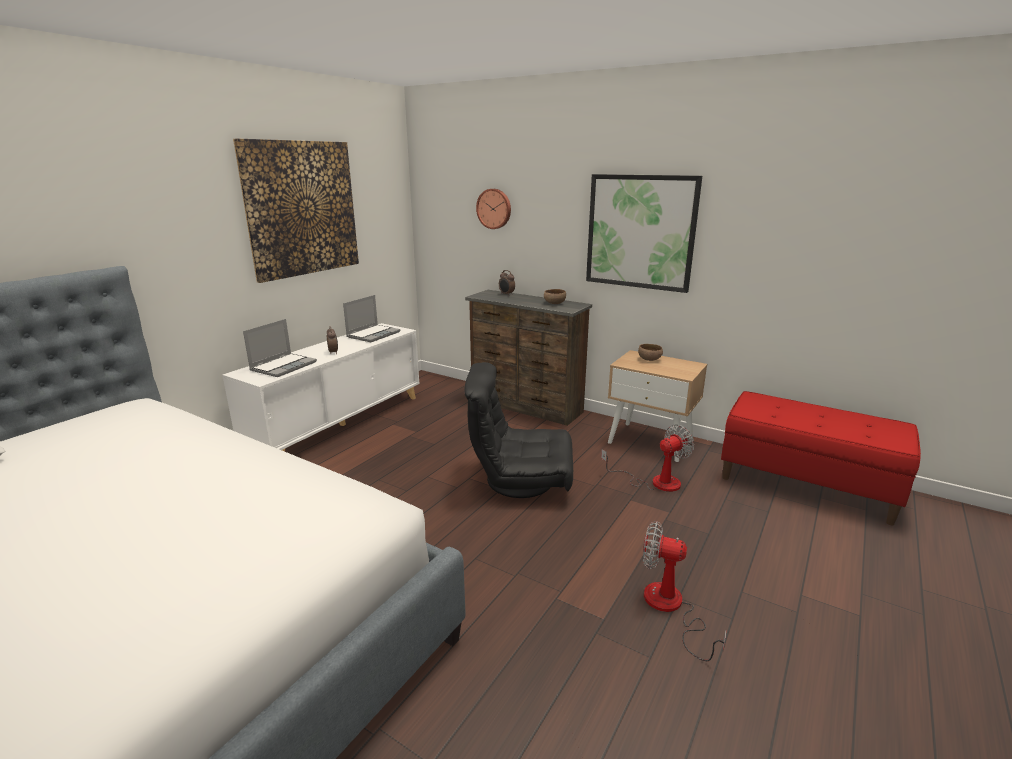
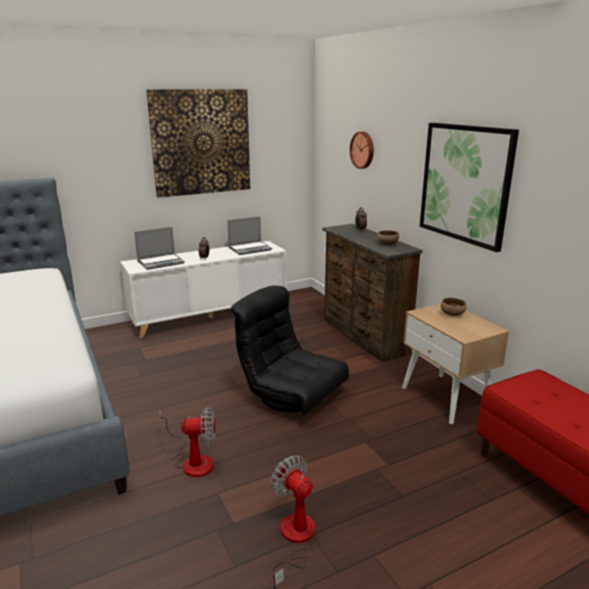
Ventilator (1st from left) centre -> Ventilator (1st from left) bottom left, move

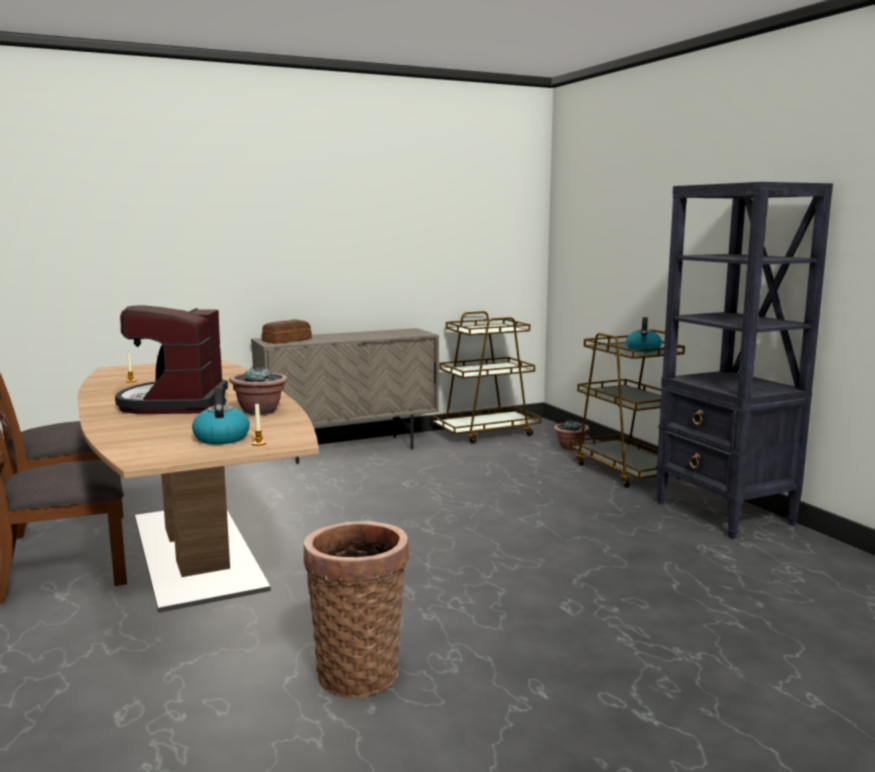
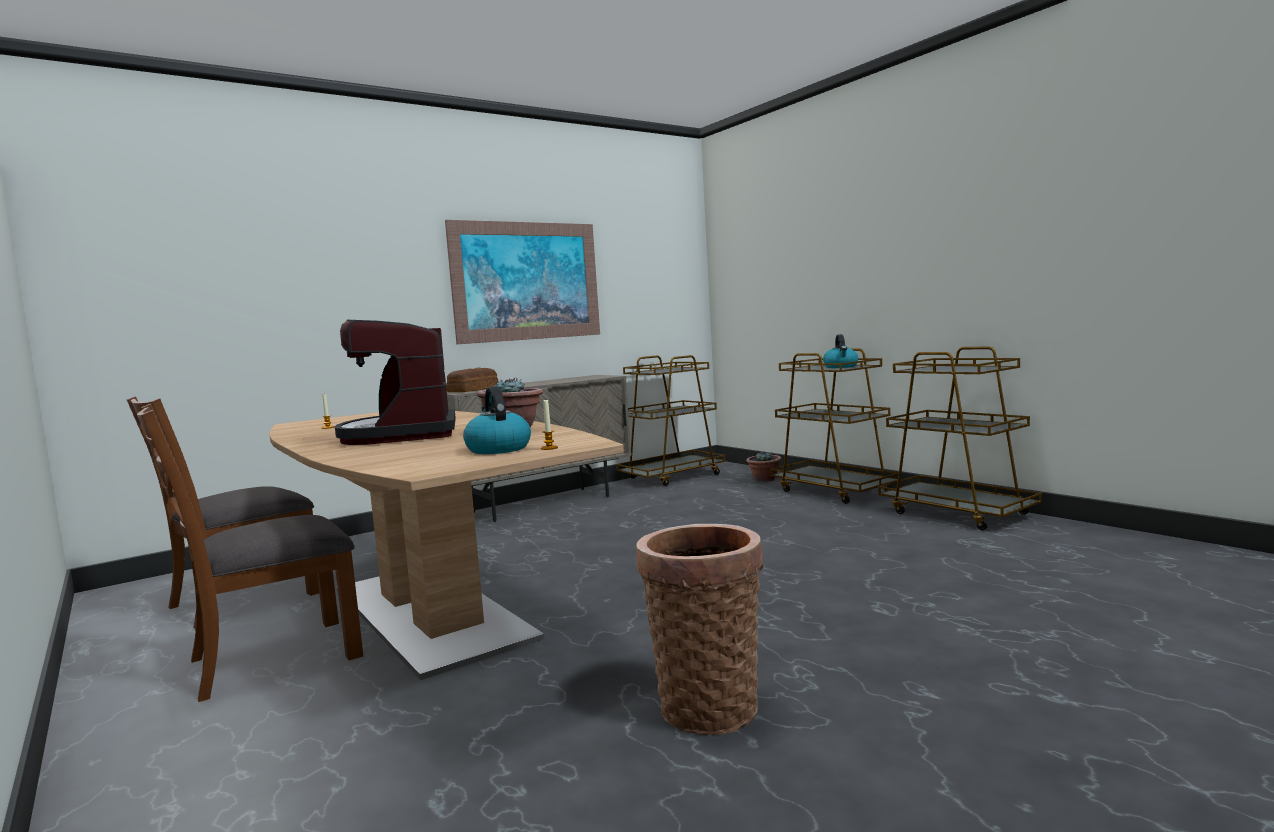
none -> Bild centre
Bücherregal/schwarz middle right -> Rollwagen/braun (3rd from left) middle right

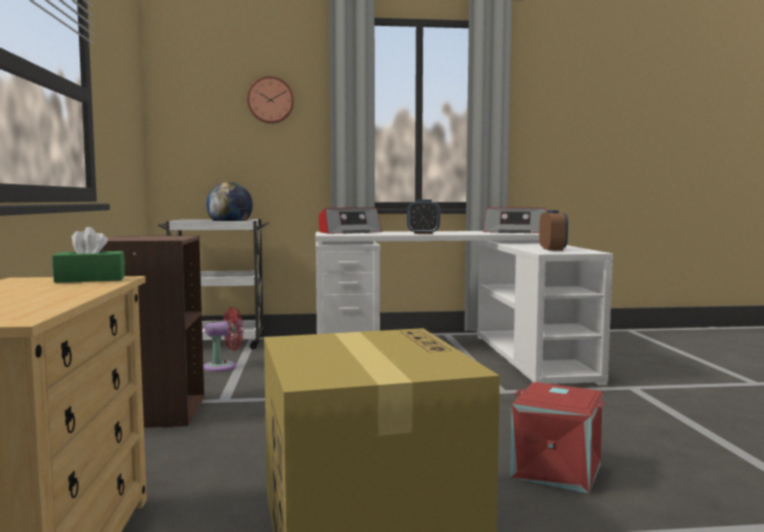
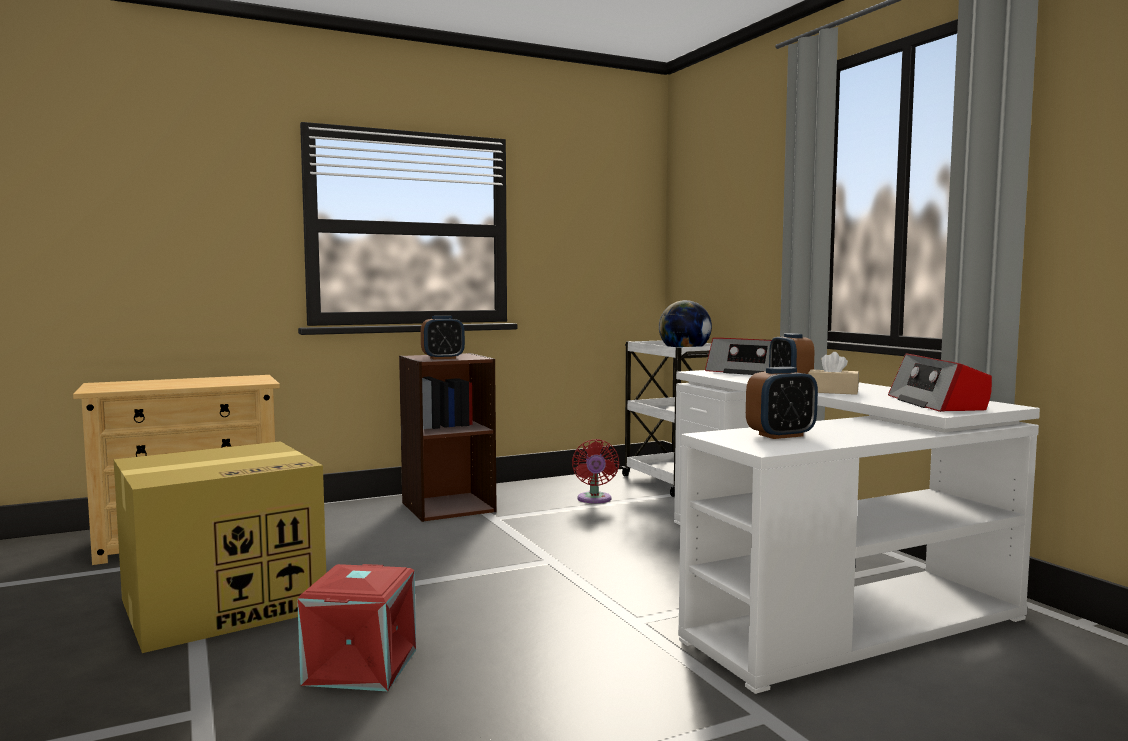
Taschentuchbox/grün middle left -> none
Wanduhr top centre -> none
none -> Wecker (1st from left) centre
none -> Taschentuchbox/beige middle right
Ventilator/rot middle left -> Ventilator/rot centre, 45 degrees clockwise

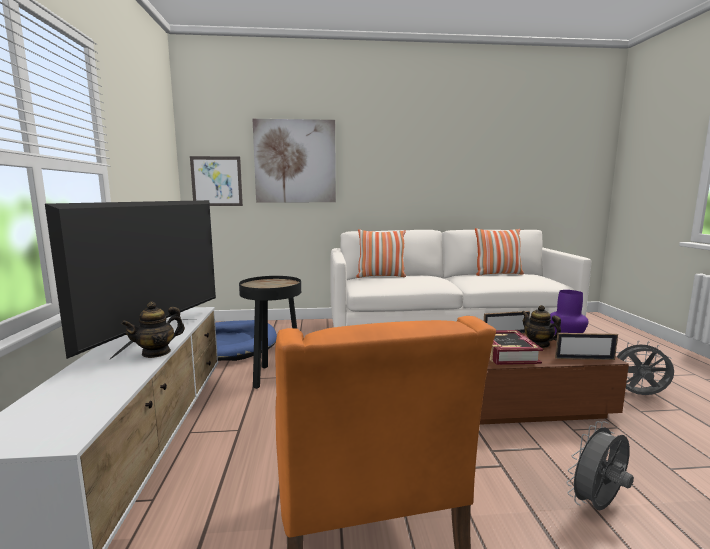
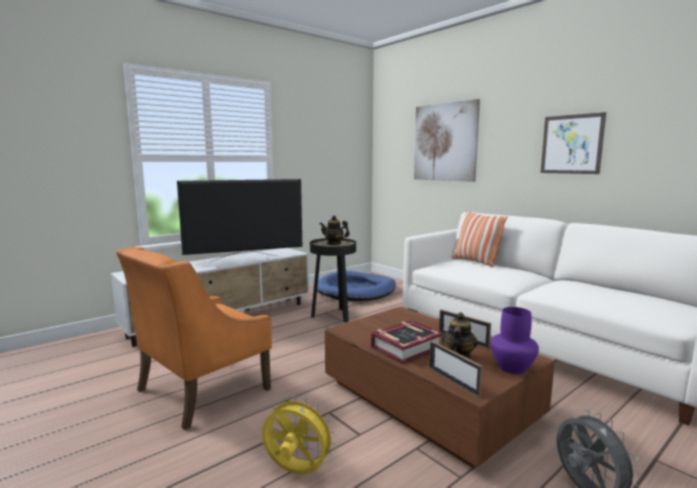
Kissen (2nd from left) middle right -> none
Teekanne (1st from left) middle left -> Teekanne (1st from left) centre, move
Bild (1st from left in the first image) top left -> Bild (2nd from left) top right, move
Ventilator/grau (1st from left) bottom right -> Ventilator/gelb bottom centre

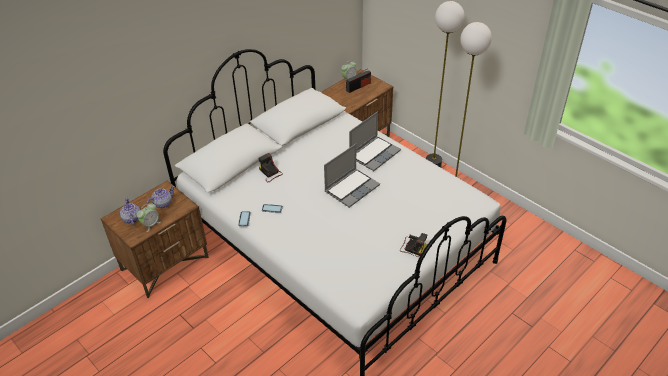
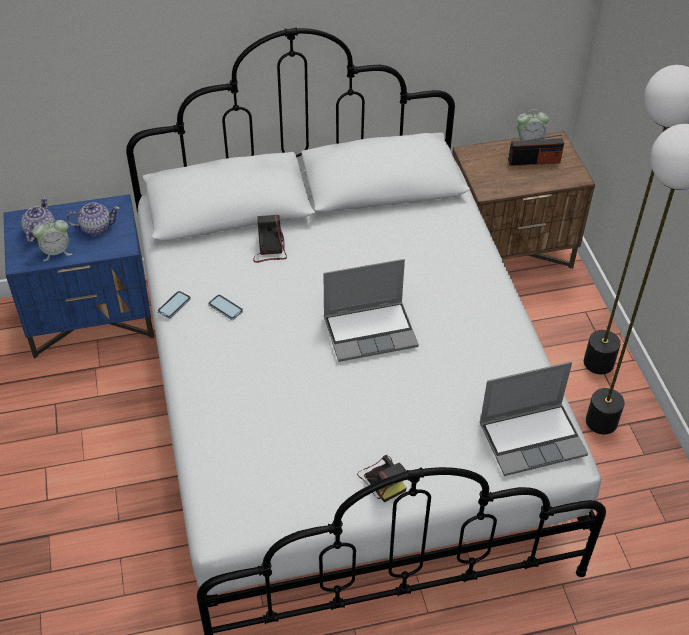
Laptop (2nd from left) centre -> Laptop (2nd from left) middle right, move
Nachttisch/braun (1st from left) middle left -> Nachttisch/blau middle left

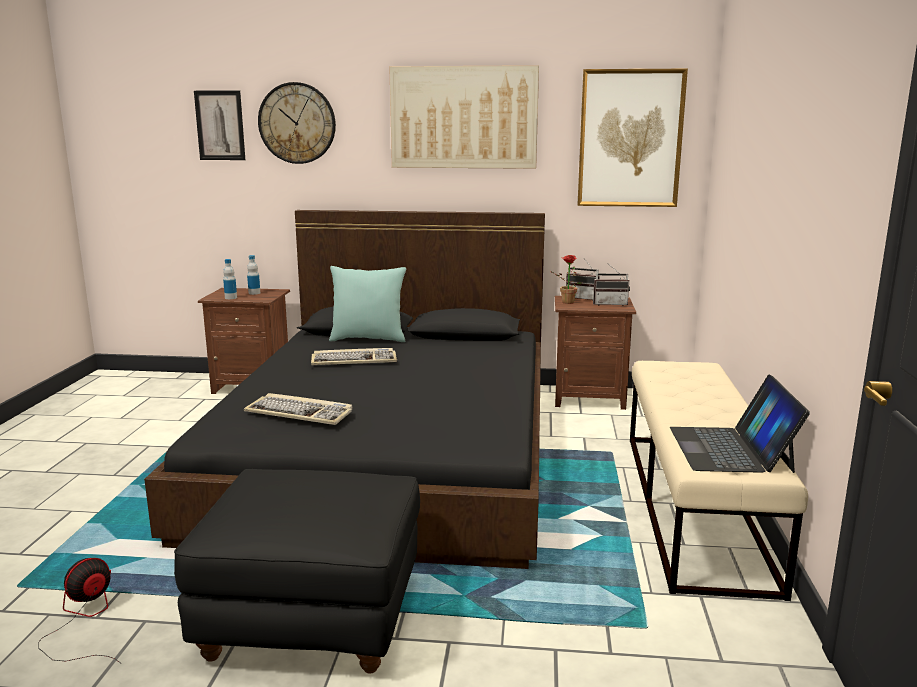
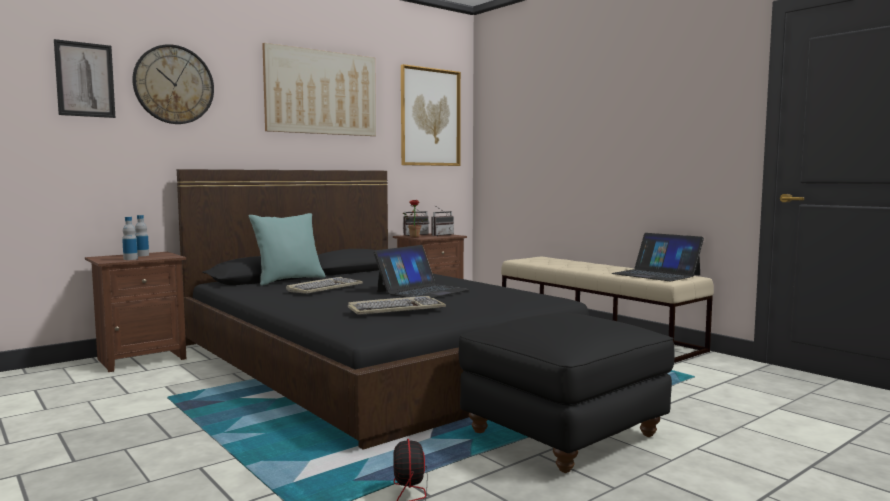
none -> Laptop (1st from left) centre

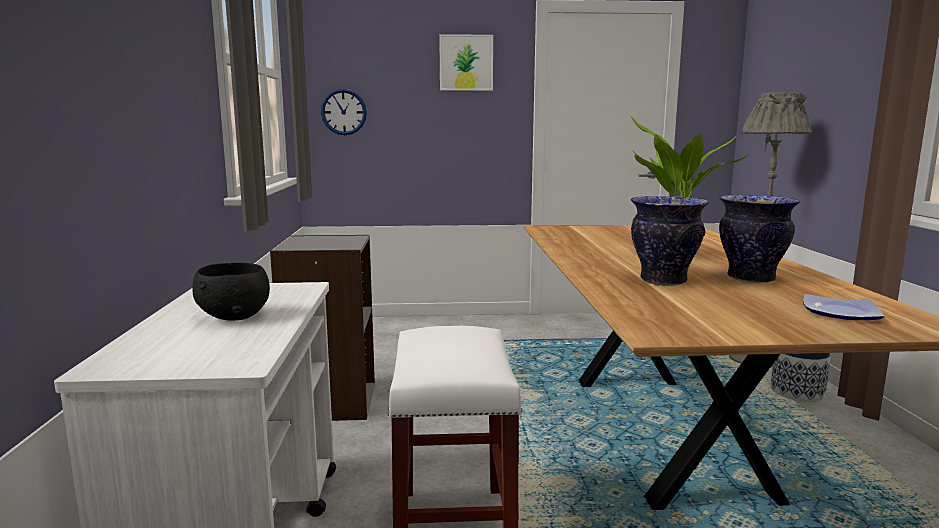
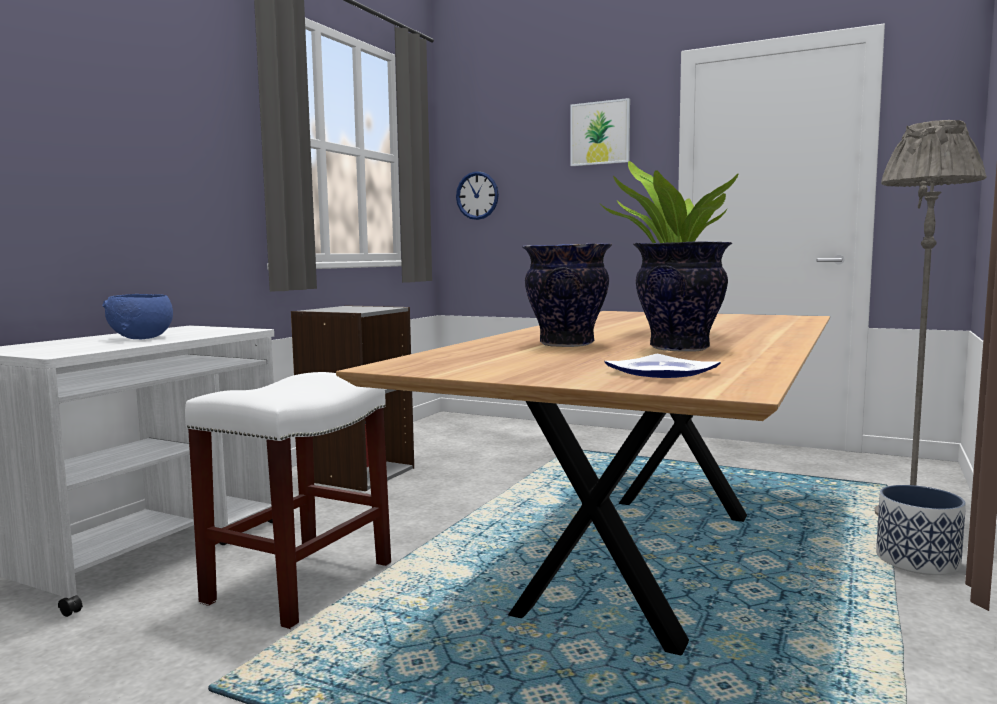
Schüssel/schwarz middle left -> Schüssel/blau middle left

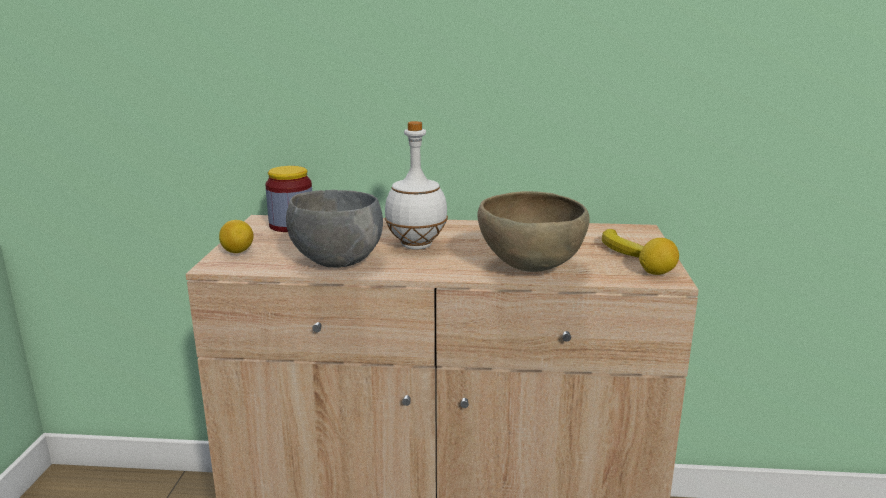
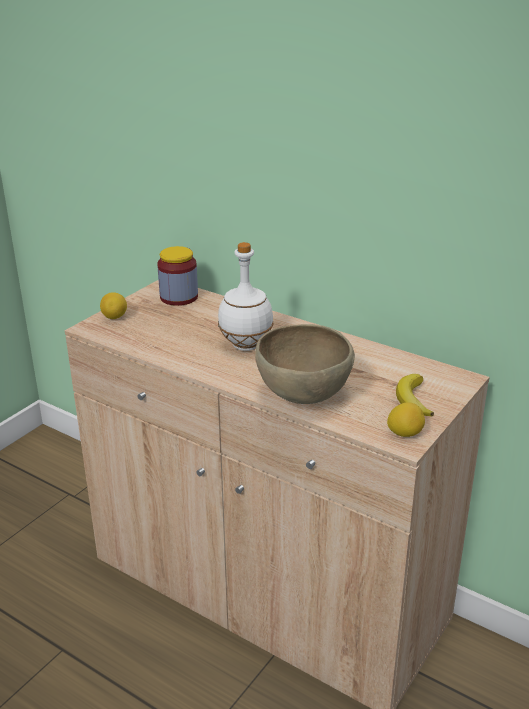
Schüssel/grau centre -> none

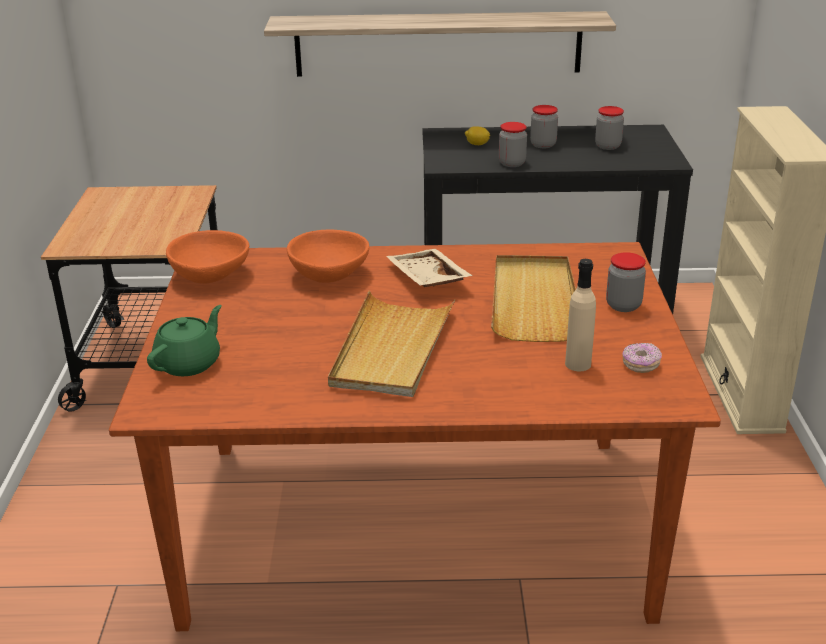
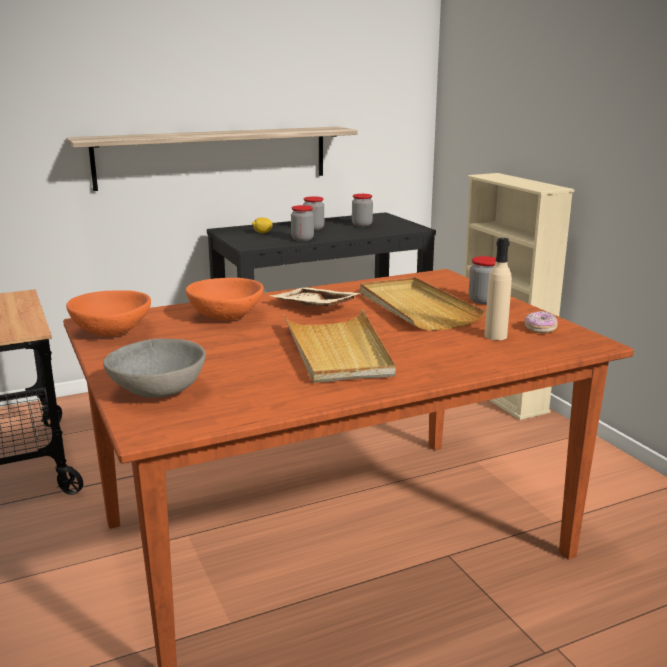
Teekanne/grün middle left -> Schüssel/grau middle left

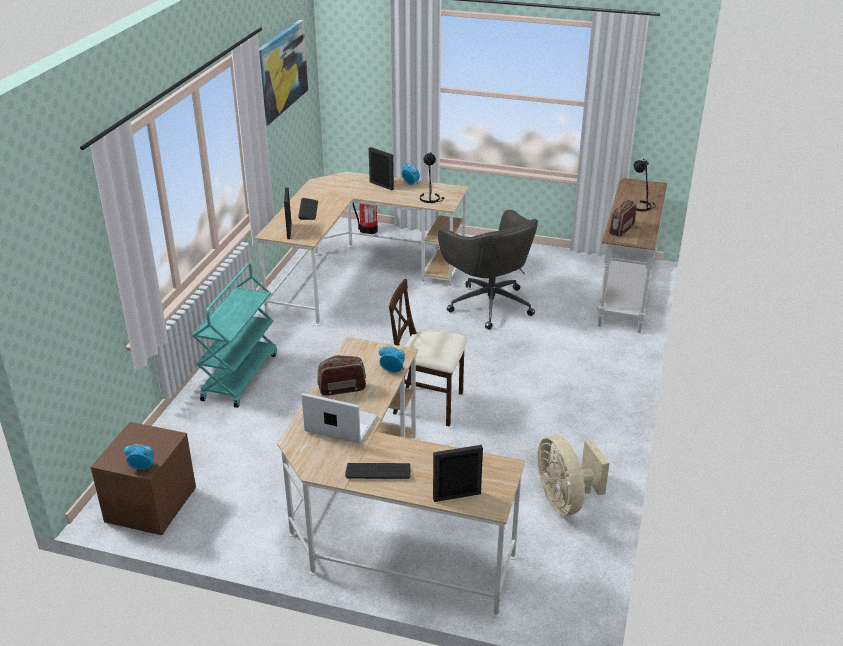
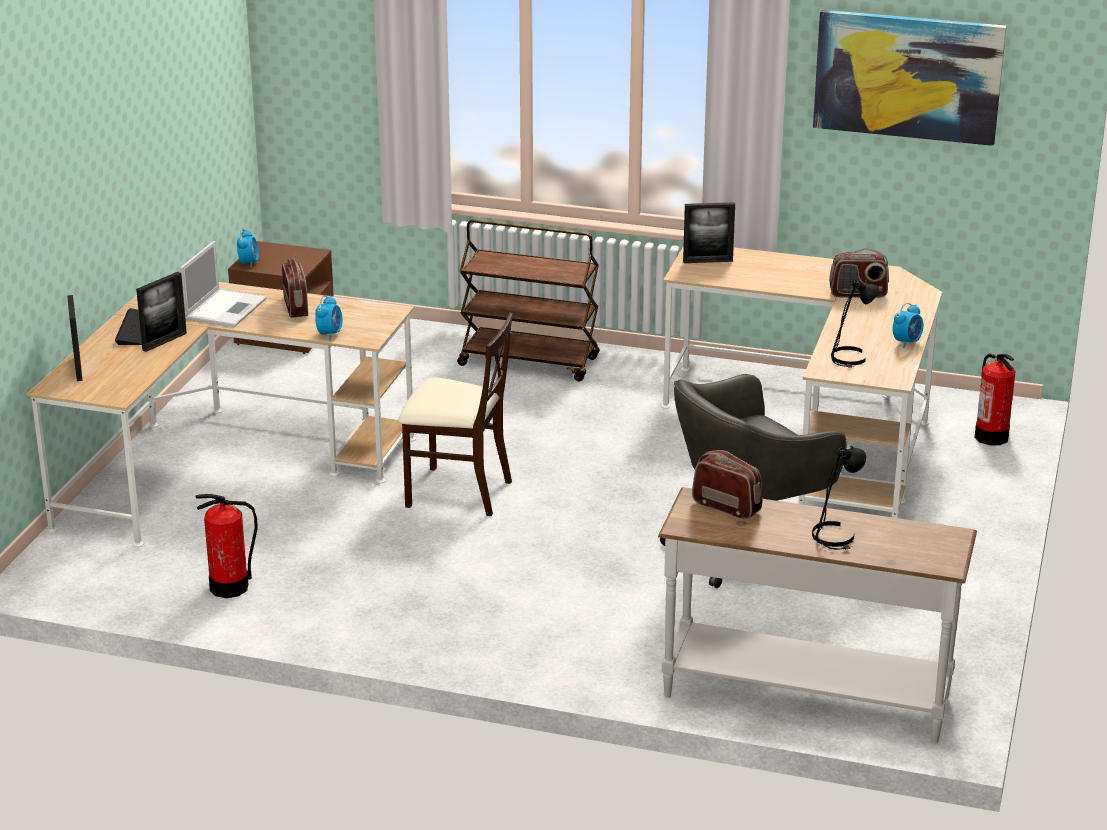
Tastatur (1st from left) top centre -> none
none -> Radio (3rd from left) top right
Bilderrahmen (2nd from left) top centre -> Bilderrahmen (2nd from left) middle left, move
Ventilator/beige bottom right -> Feuerlöscher (1st from left) middle left
Rollwagen/türkis middle left -> Rollwagen/braun centre
Stuhl/beige centre, 90 degrees clockwise

